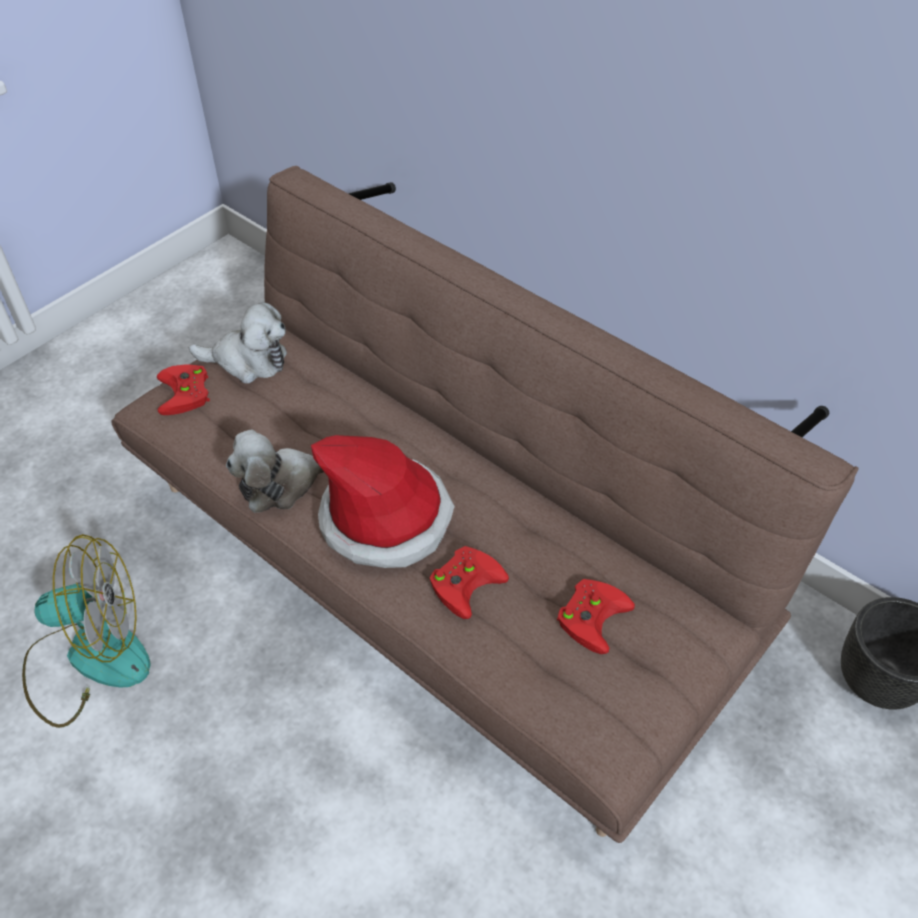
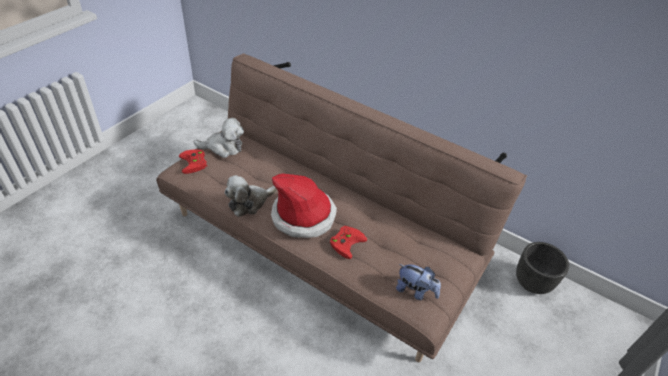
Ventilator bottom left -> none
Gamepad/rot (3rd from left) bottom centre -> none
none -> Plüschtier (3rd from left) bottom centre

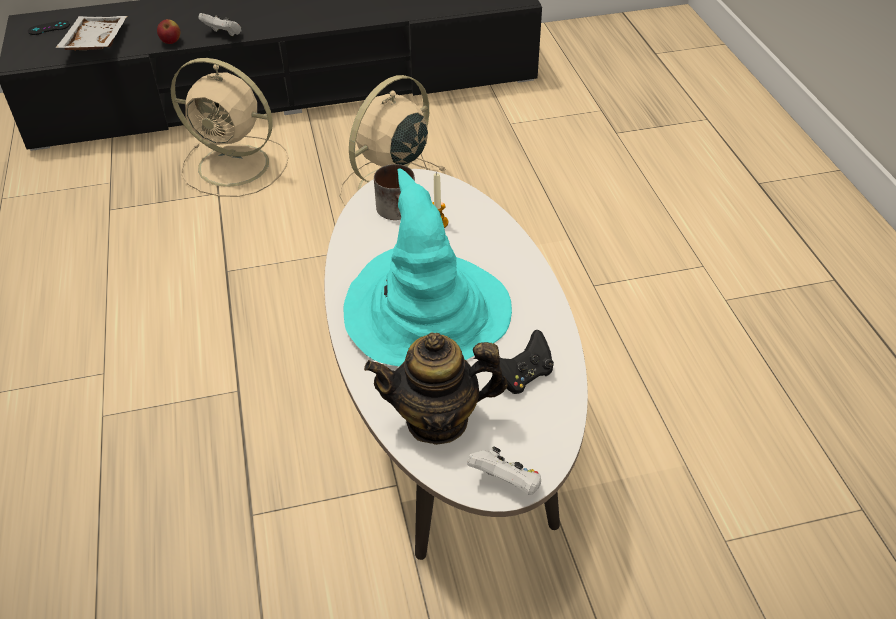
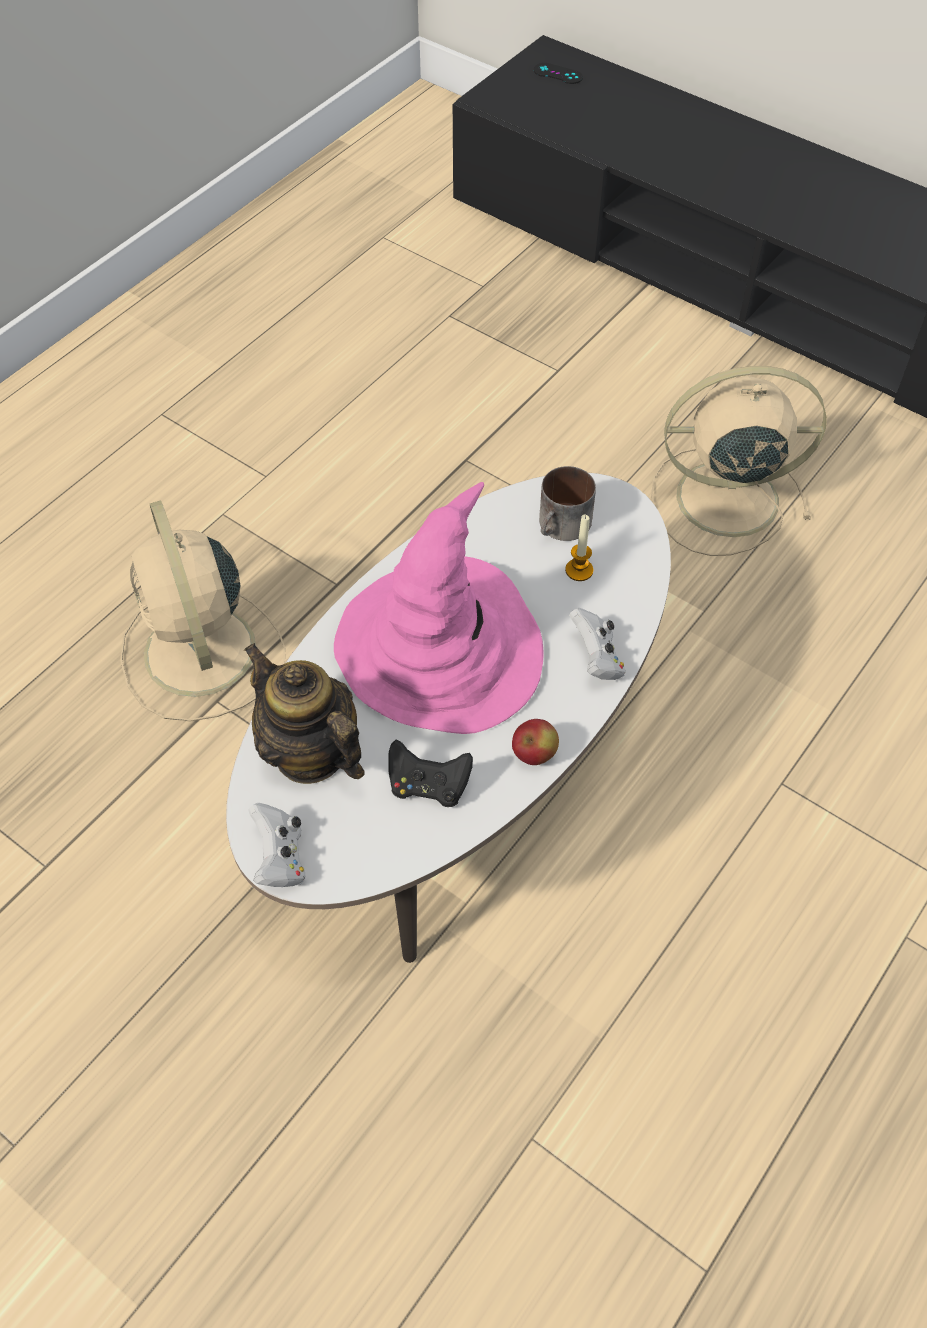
Tablett/weiß top left -> none
Apfel top left -> Apfel centre, move
Ventilator/beige (1st from left) top left -> Ventilator/beige (1st from left) middle left, move
Gamepad/weiß (1st from left in the first image) top left -> Gamepad/weiß (2nd from left) centre, move
Hut/türkis centre -> Hut/rosa centre

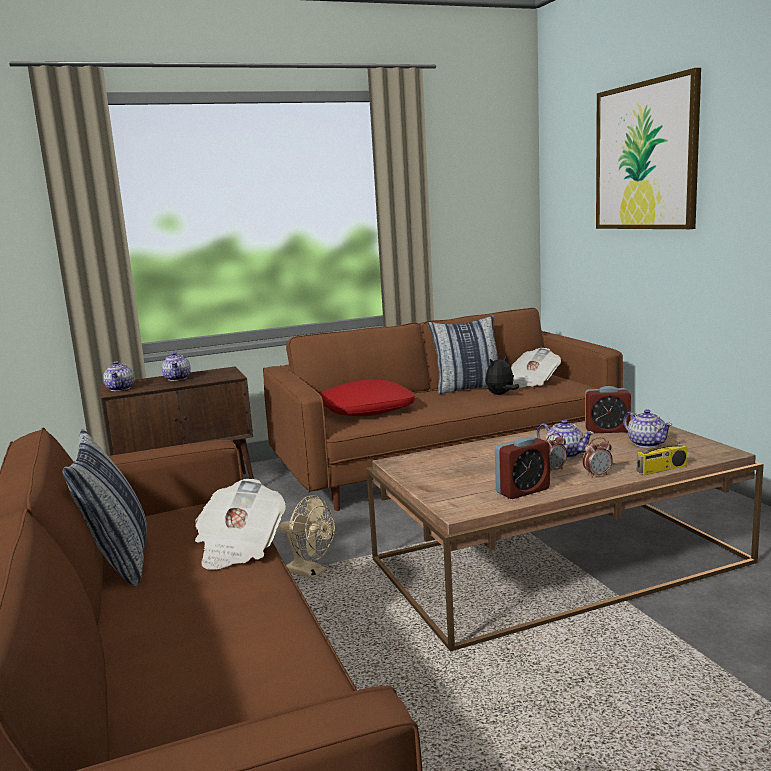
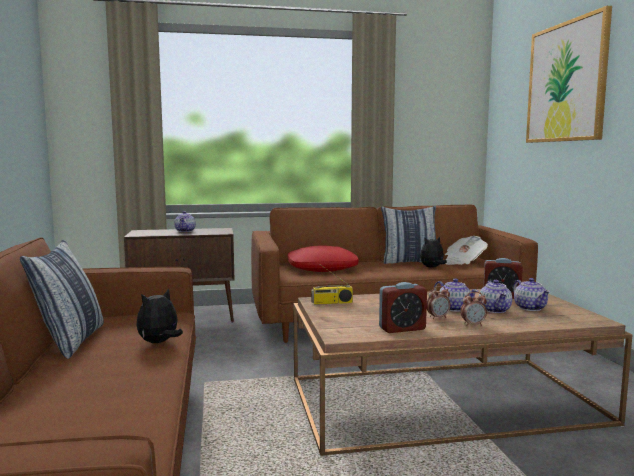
Ventilator/beige bottom centre -> none
Teekanne (1st from left in the first image) middle left -> Teekanne (3rd from left) middle right, move
Radio middle right -> Radio centre, move
Zeitung (1st from left) bottom left -> Plüschtier (1st from left) middle left

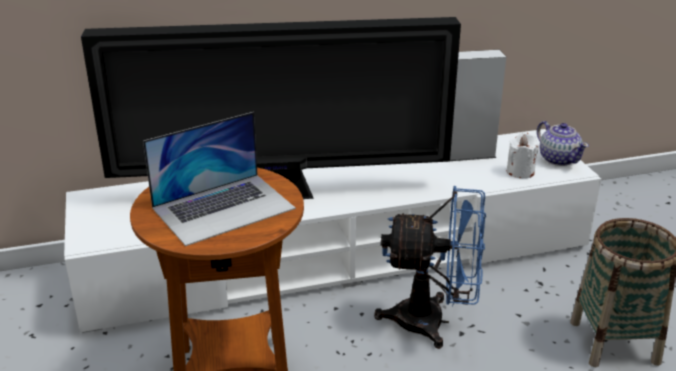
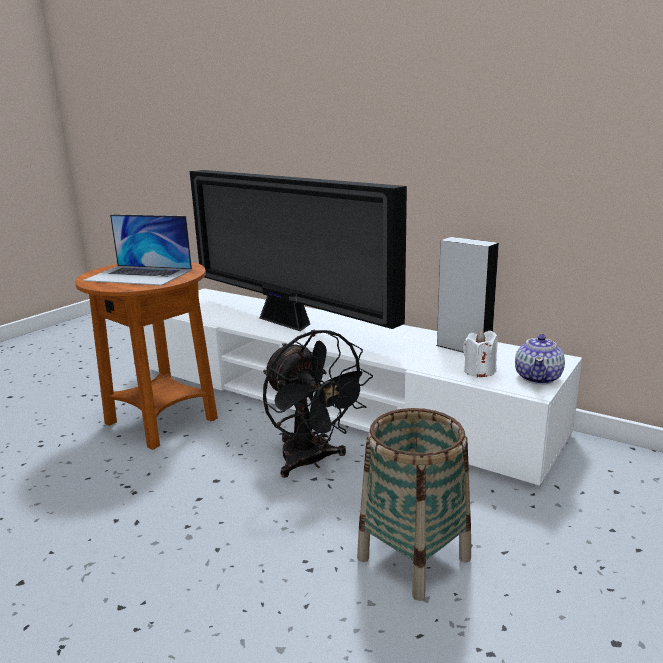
Ventilator/blau bottom centre -> Ventilator/schwarz centre

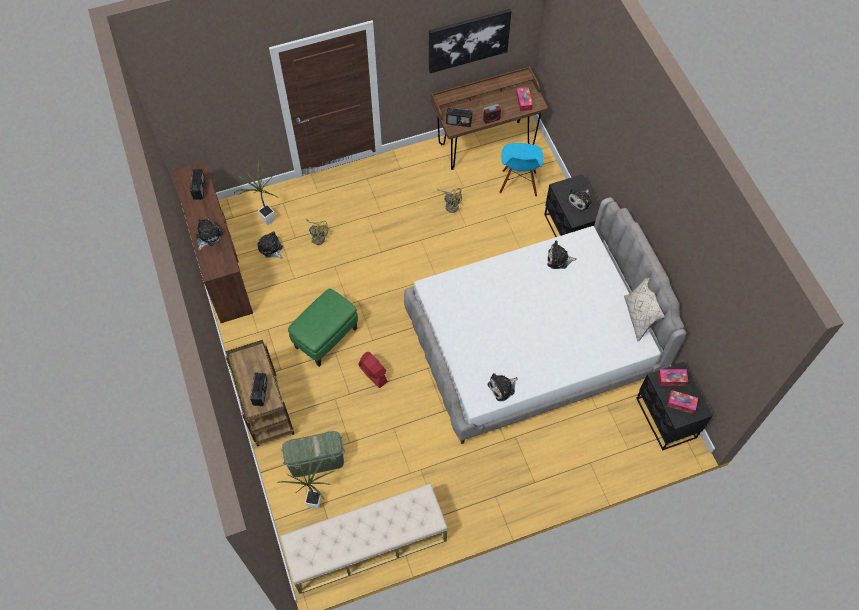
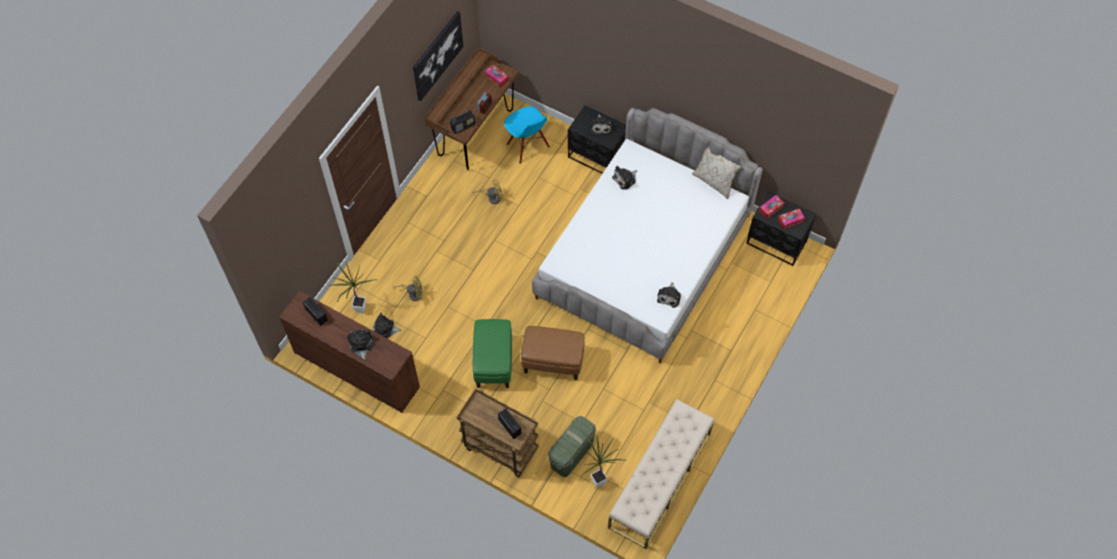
Ventilator/rot centre -> Polsterhocker/braun centre

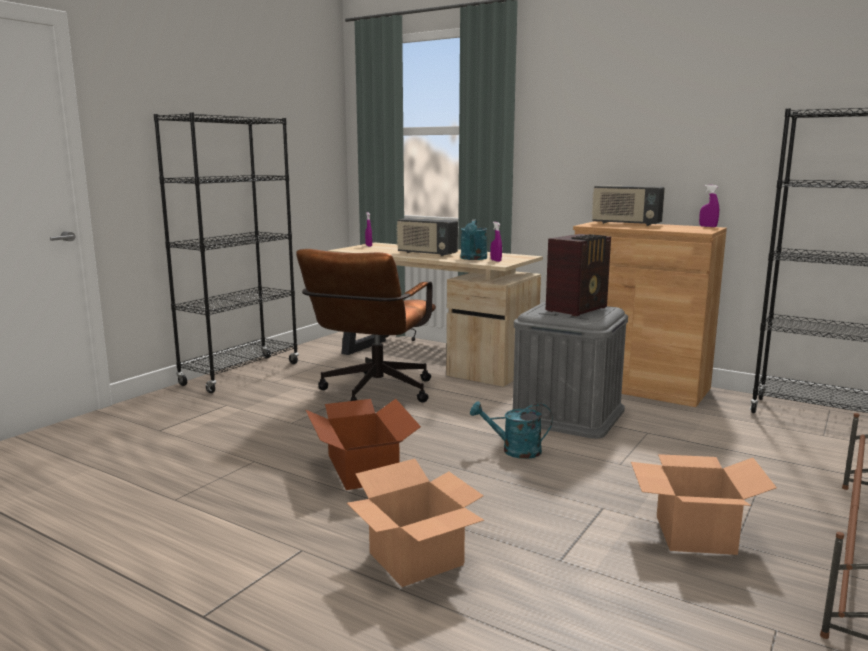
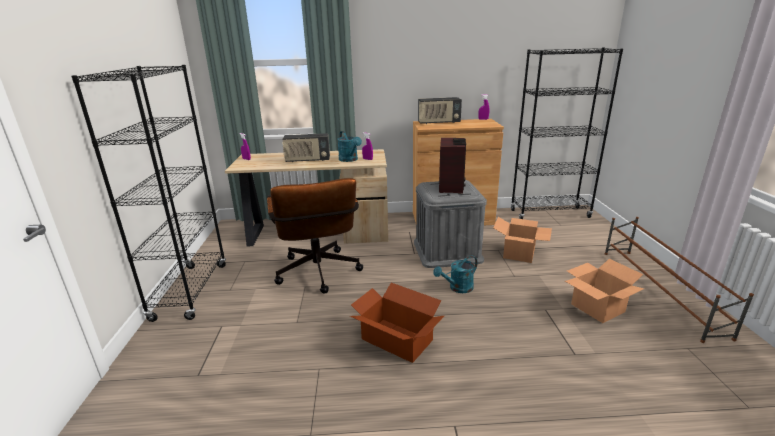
Karton (2nd from left) bottom centre -> Karton (2nd from left) middle right, move

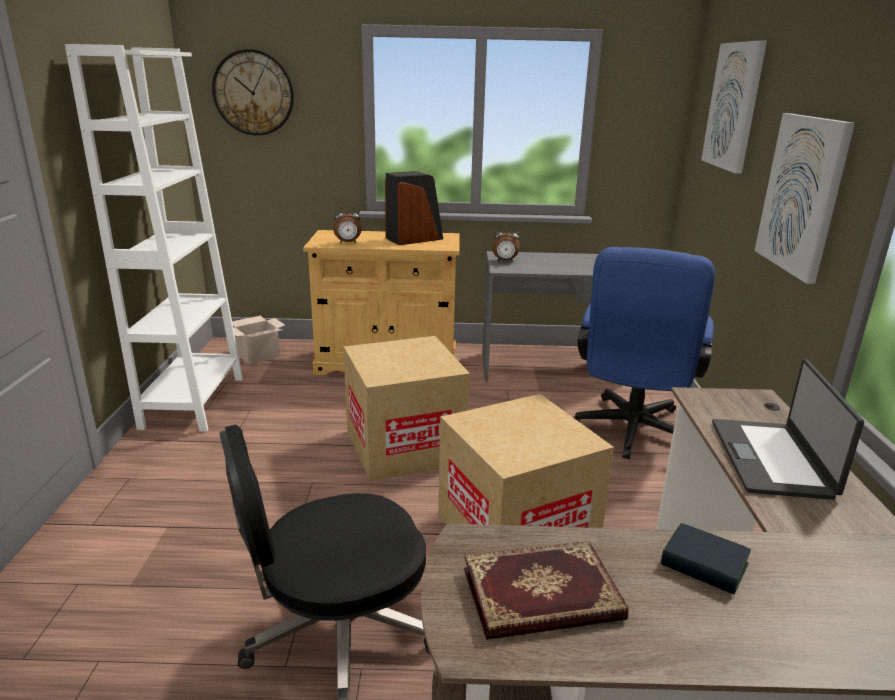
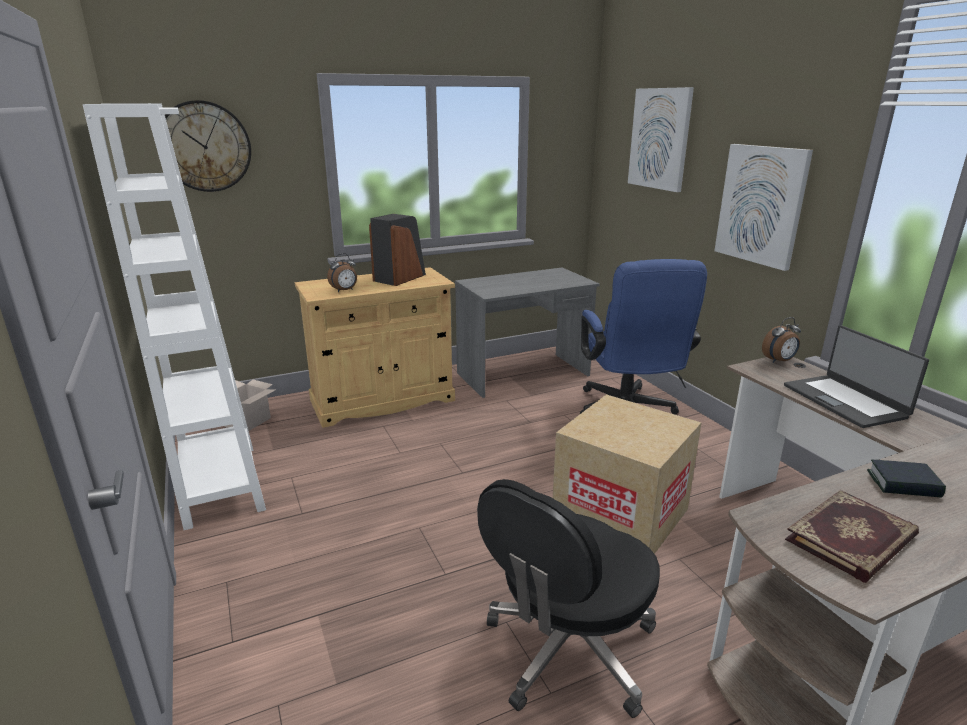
Karton (2nd from left) centre -> none
Wecker (2nd from left) centre -> Wecker (2nd from left) middle right, move

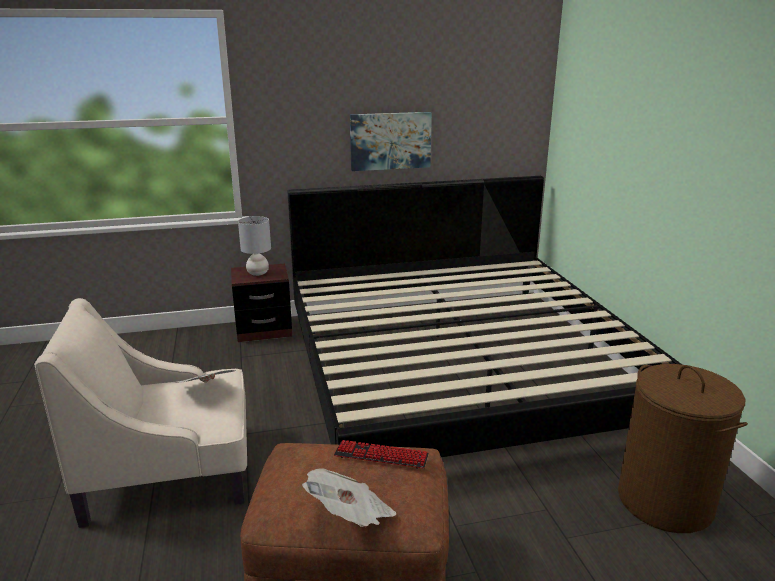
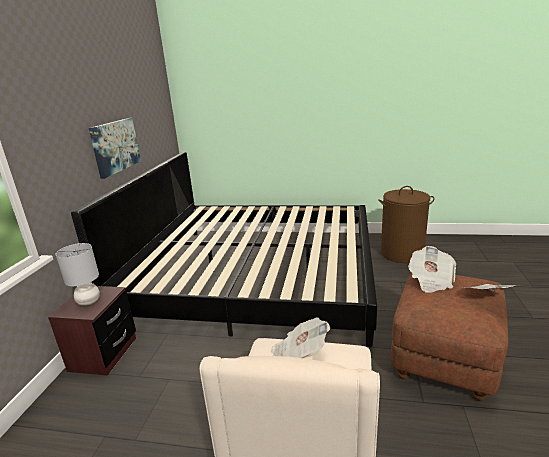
Tastatur bottom centre -> Zeitung (2nd from left) middle right

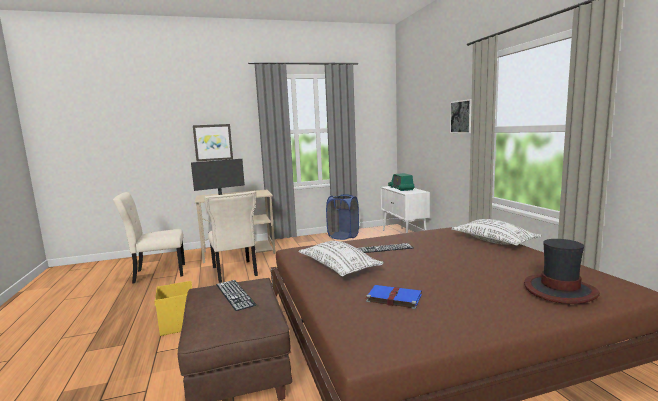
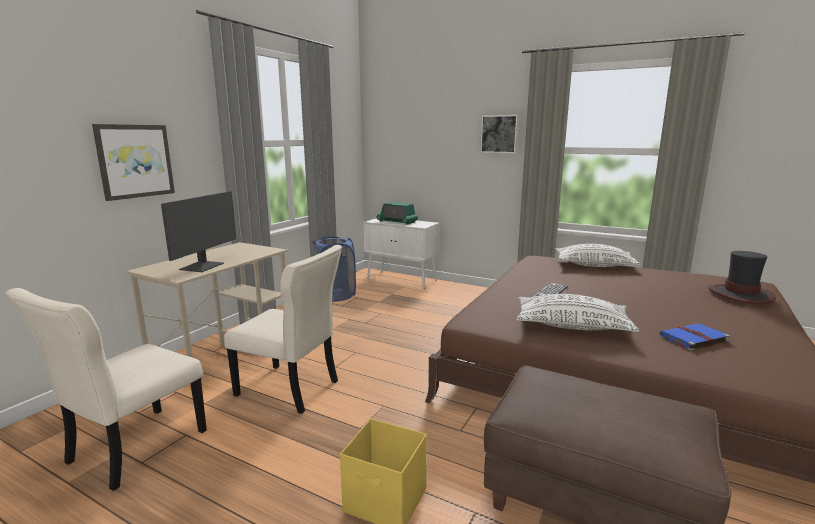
Tastatur (1st from left) bottom centre -> none

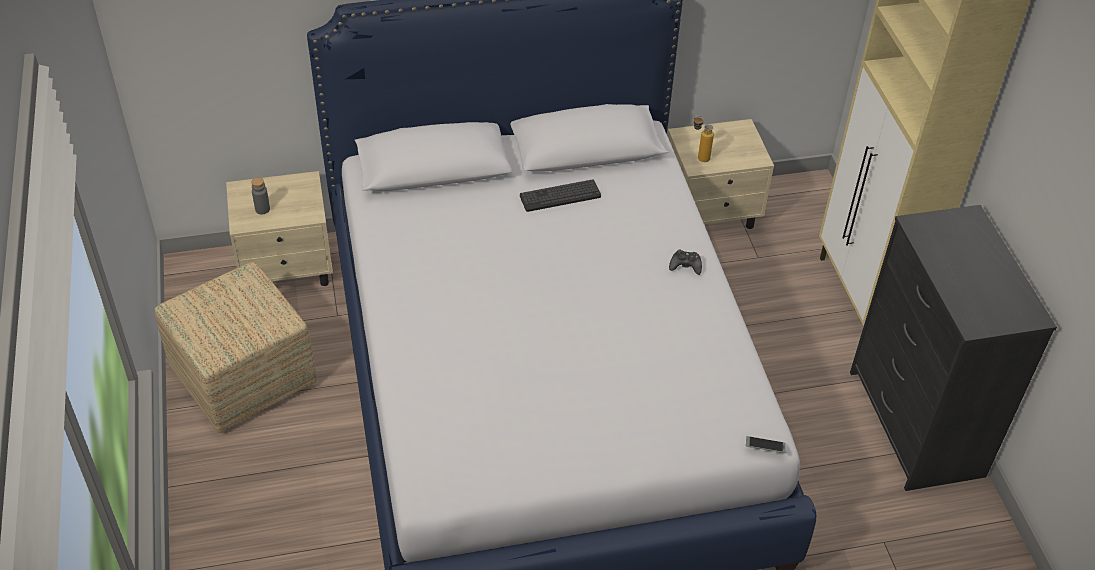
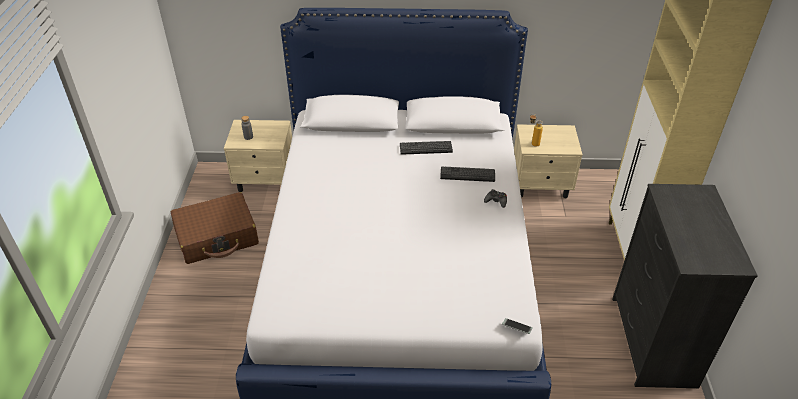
none -> Tastatur (2nd from left) centre
Polsterhocker middle left -> Koffer/braun middle left

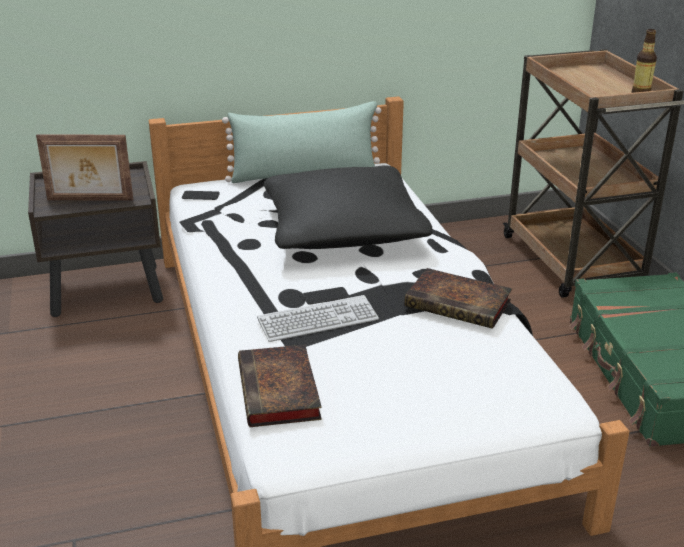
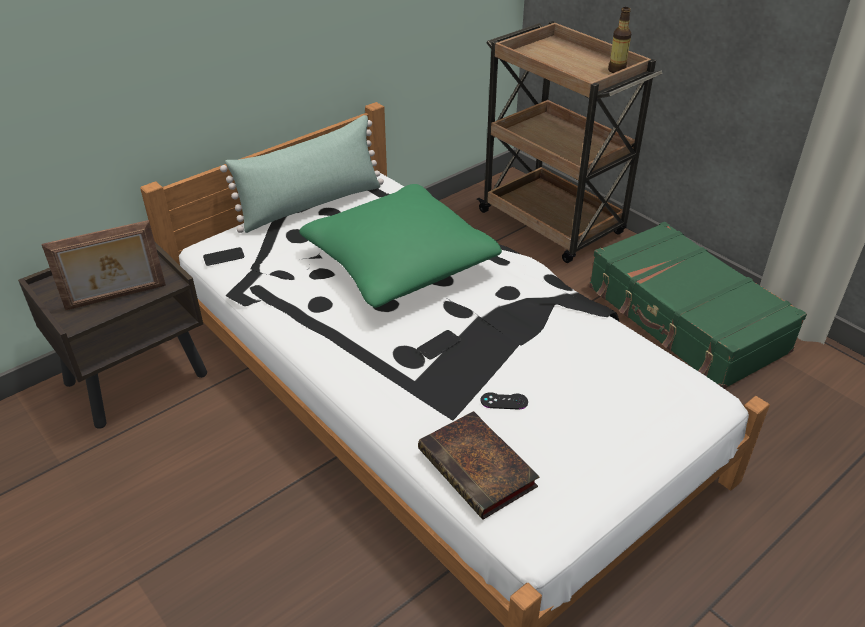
Tastatur centre -> none
Buch (2nd from left) middle right -> none
none -> Gamepad/schwarz centre
Kissen/schwarz centre -> Kissen/grün (2nd from left) centre

